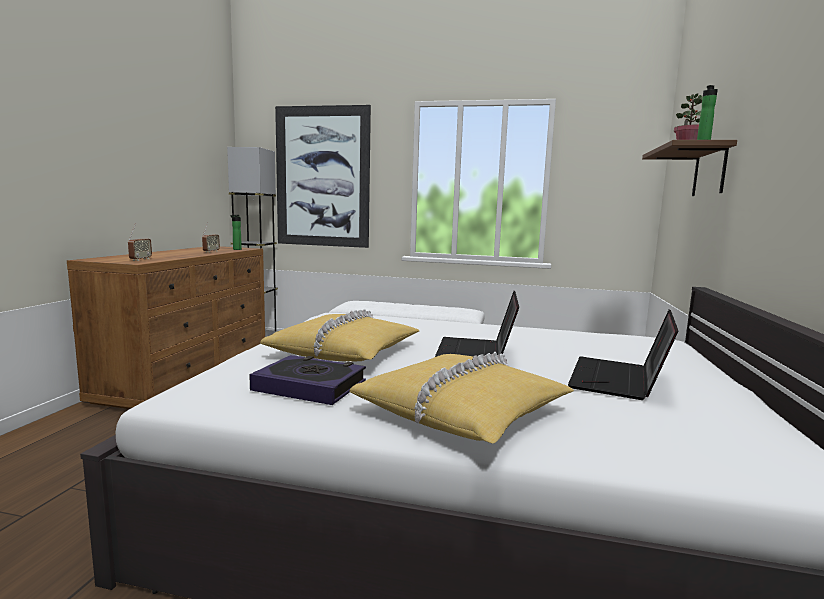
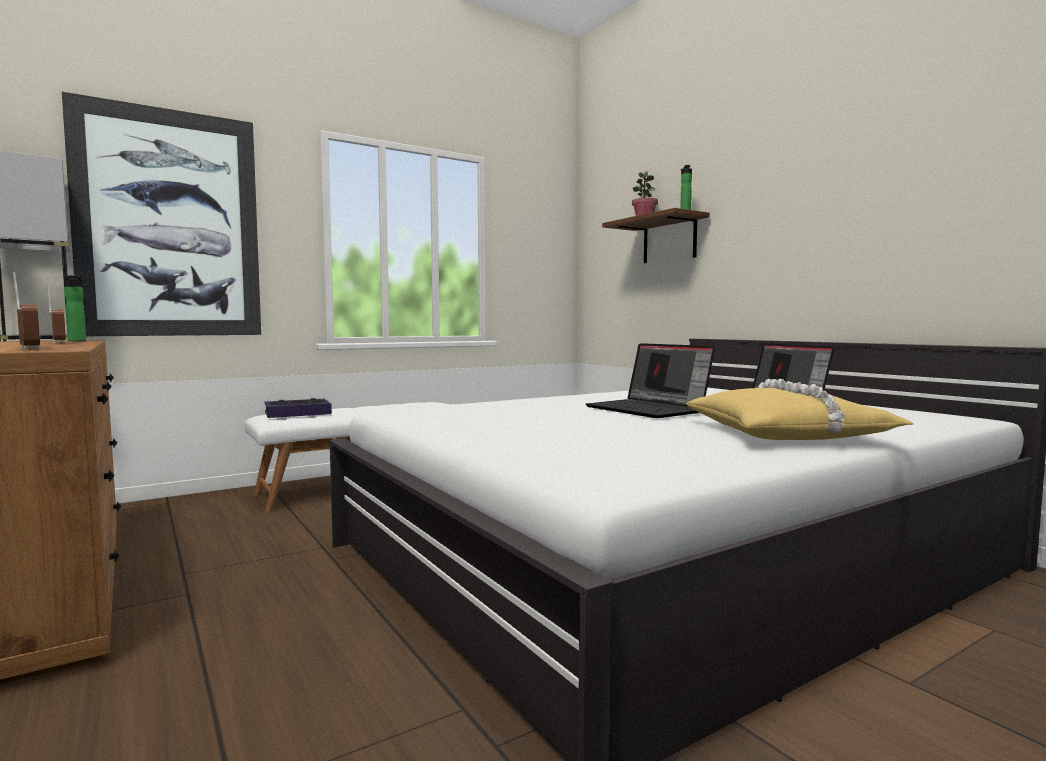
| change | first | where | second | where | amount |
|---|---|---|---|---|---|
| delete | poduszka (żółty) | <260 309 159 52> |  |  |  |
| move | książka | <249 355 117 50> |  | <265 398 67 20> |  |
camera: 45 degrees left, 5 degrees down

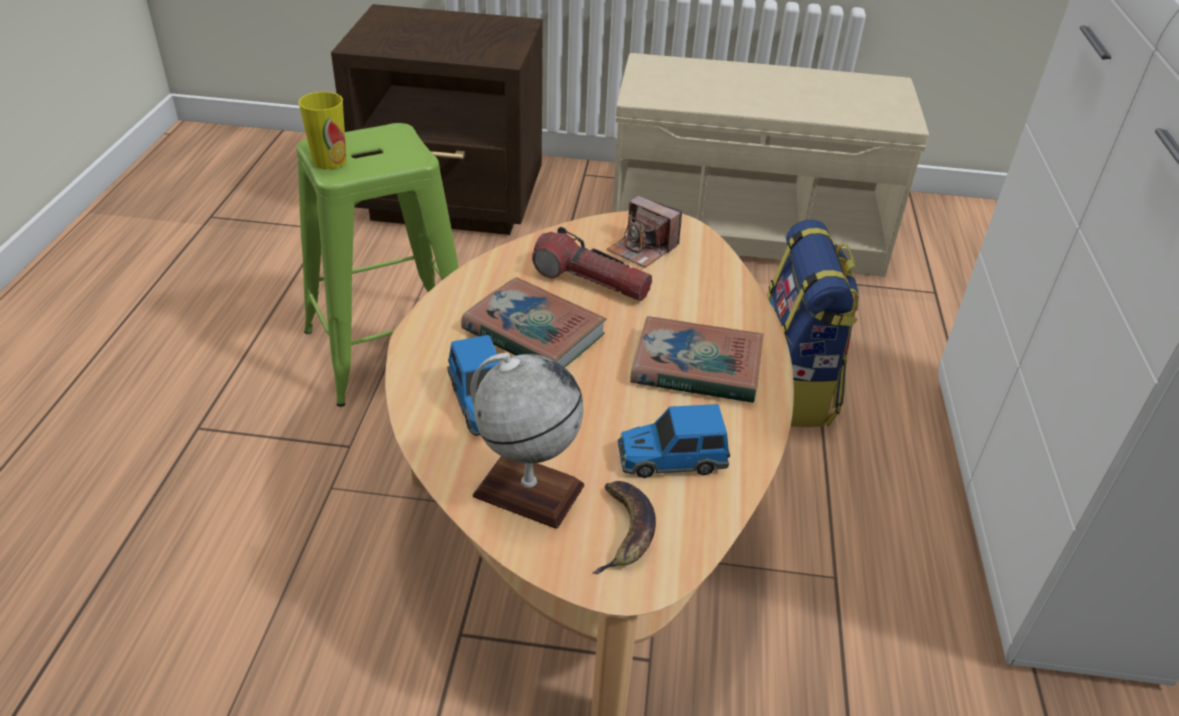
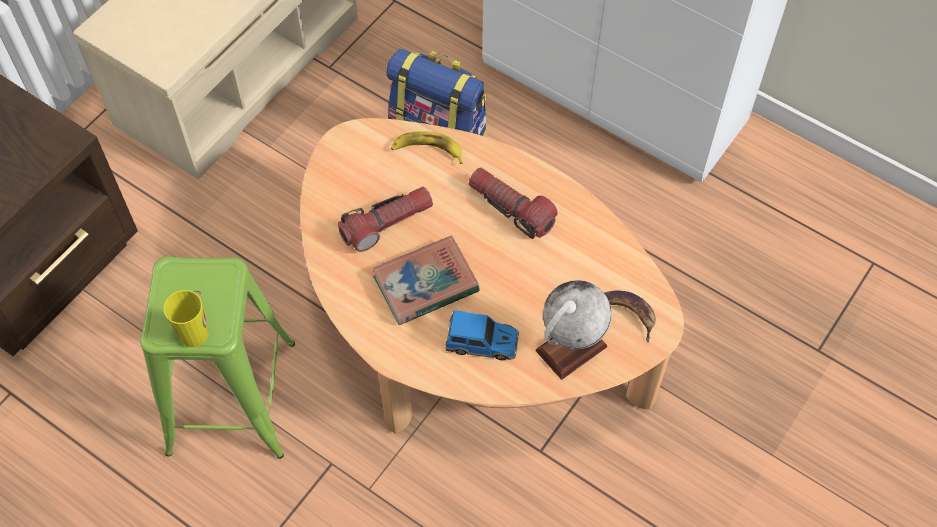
| change | first | where | second | where | amount |
|---|---|---|---|---|---|
| delete | aparat fotograficzny | <607 195 75 73> |  |  |  |
| replace | książka | <630 316 134 87> | latarka | <469 168 89 71> |  |
| delete | samochodzik | <618 404 112 74> |  |  |  |
| insert |  |  | banan | <391 131 72 33> |  |
camera: 60 degrees left, 20 degrees up

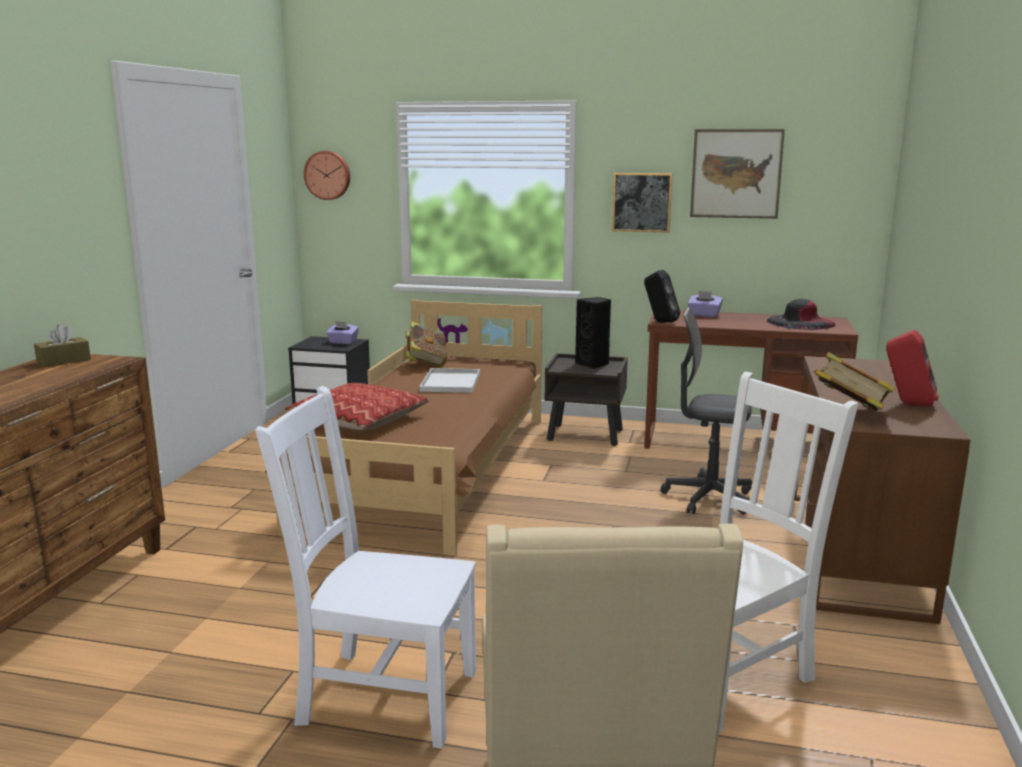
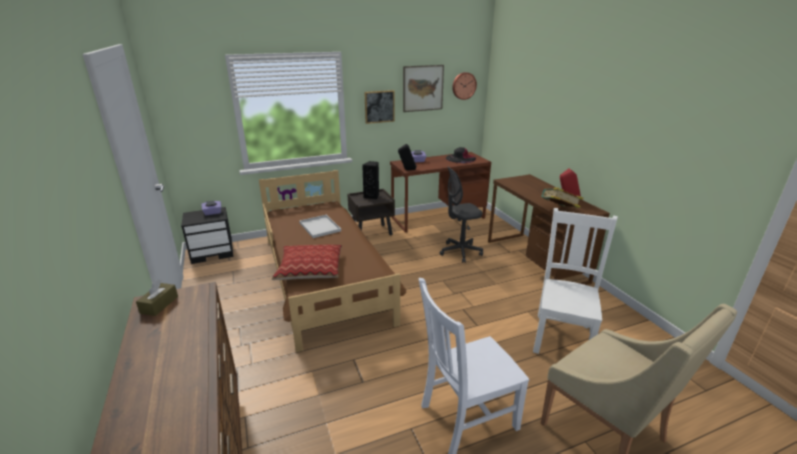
| change | first | where | second | where | amount |
|---|---|---|---|---|---|
| move | zegar ścienny | <304 151 46 49> |  | <452 72 25 28> |  |
| delete | książka | <406 321 41 46> |  |  |  |
camera: 35 degrees left, 10 degrees up

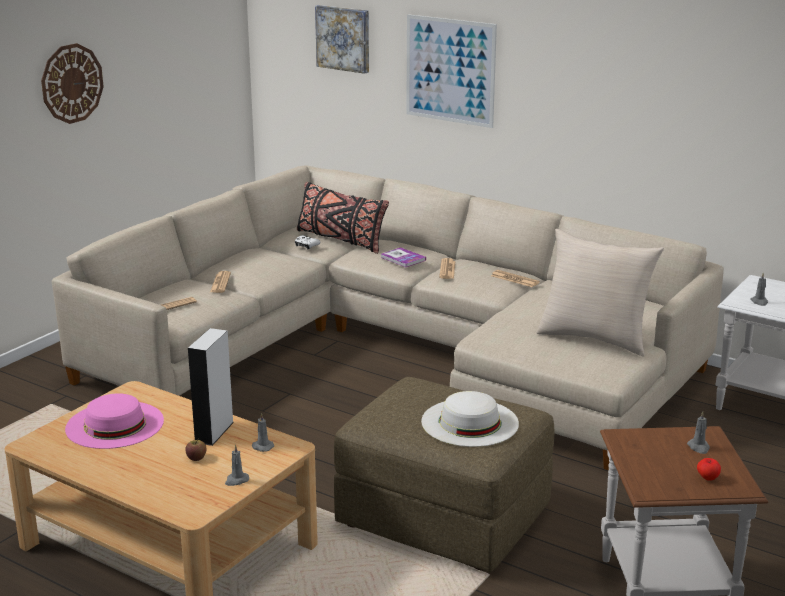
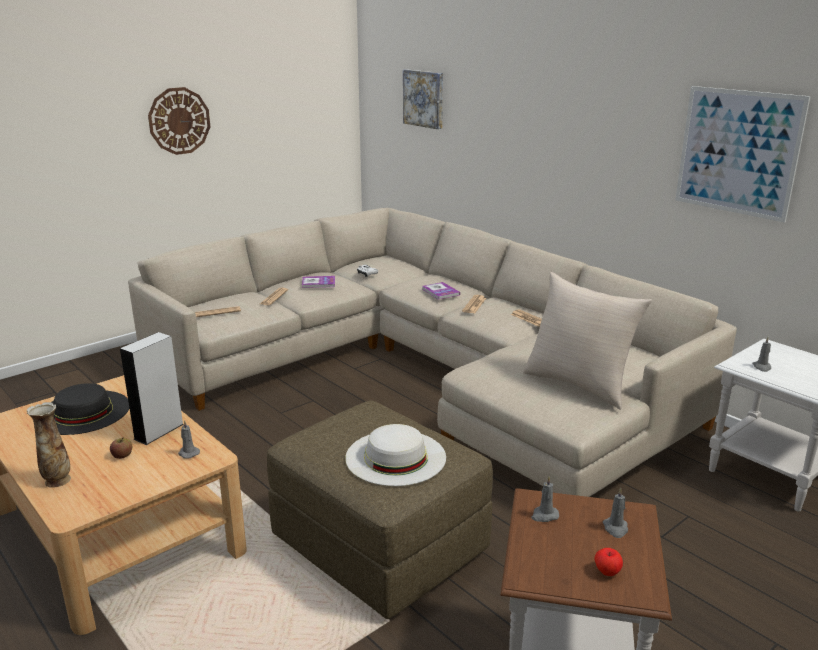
| change | first | where | second | where | amount |
|---|---|---|---|---|---|
| move | obraz | <406 14 91 114> |  | <675 86 136 137> |  |
| delete | poduszka (czarny) | <297 182 92 72> |  |  |  |
| recolor | kapelusz (różowy) | <65 393 99 56> | kapelusz (czarny) | <51 383 79 52> |  |
| move | świeca (szary) | <225 445 24 41> |  | <531 476 28 46> |  |
| insert |  |  | książka | <302 276 33 12> |  |
| insert |  |  | wazon | <27 402 44 86> |  |
camera: 15 degrees right, 0 degrees up

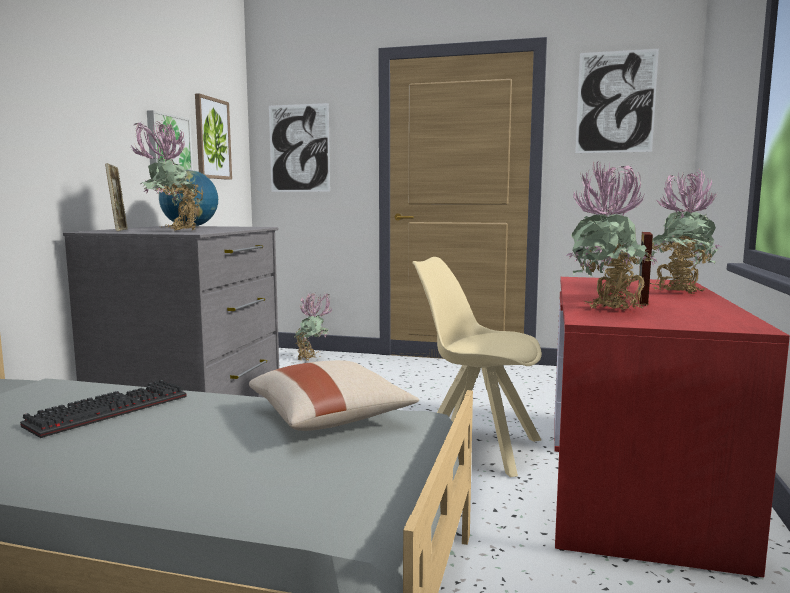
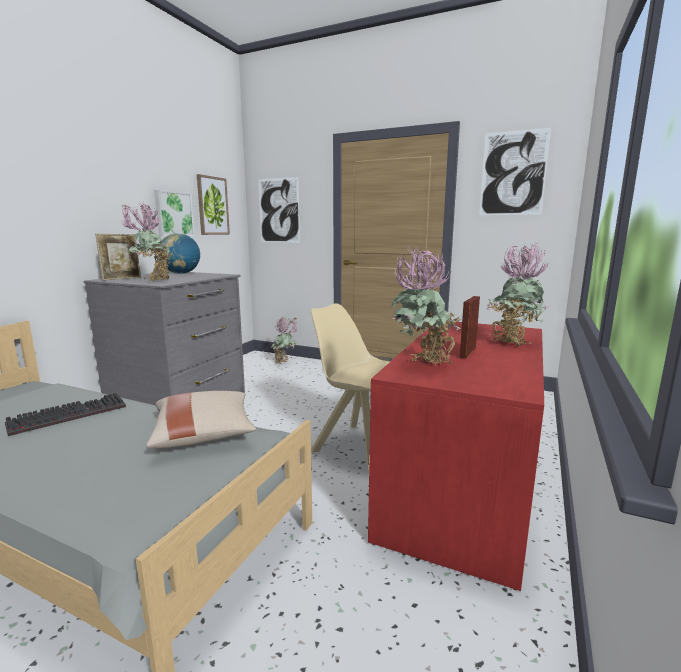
| change | first | where | second | where | amount |
|---|---|---|---|---|---|
| rotate | ramka na zdjęcie | <105 163 23 68> |  | <95 234 46 47> | 45 degrees clockwise |
camera: 10 degrees right, 5 degrees up

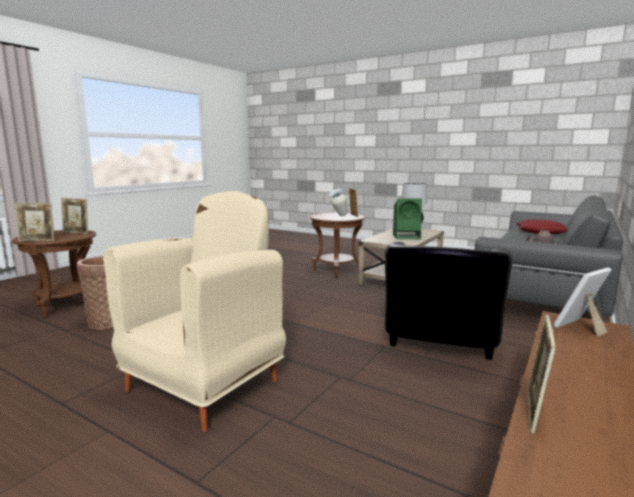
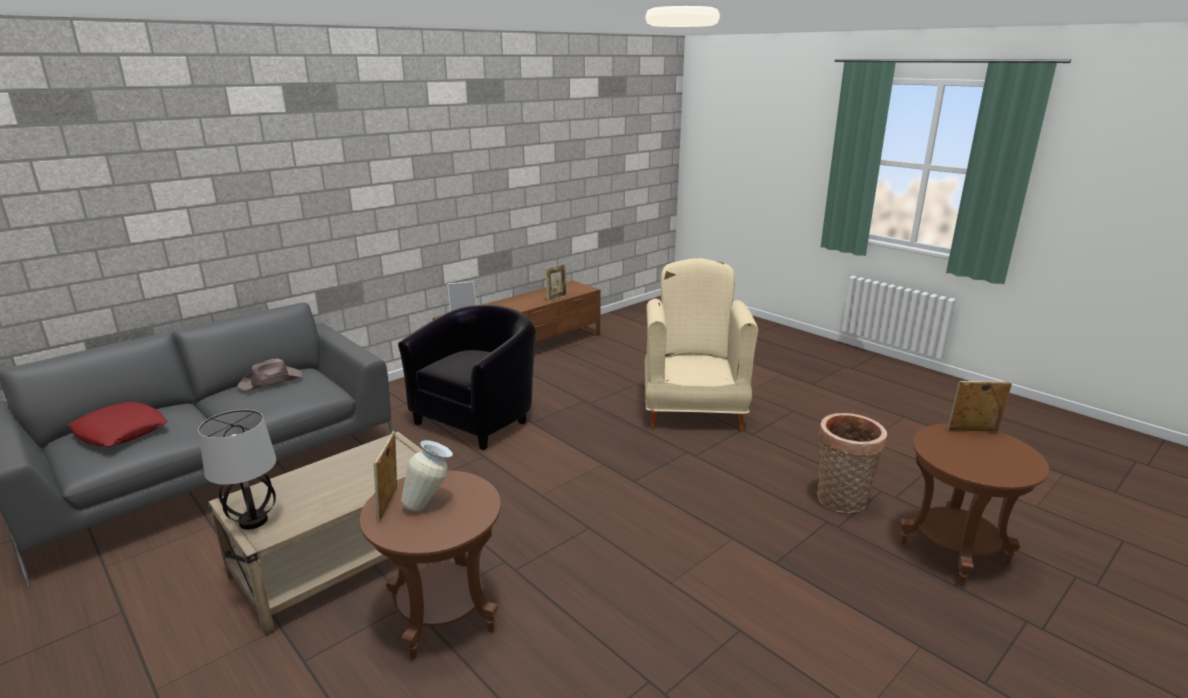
| change | first | where | second | where | amount |
|---|---|---|---|---|---|
| rotate | fotel (beżowy) | <103 191 183 241> |  | <645 258 113 173> | 135 degrees clockwise |
| delete | ramka na zdjęcie | <61 198 27 36> |  |  |  |
| delete | głośnik (zielony) | <393 198 29 41> |  |  |  |
camera: 165 degrees left, 10 degrees up

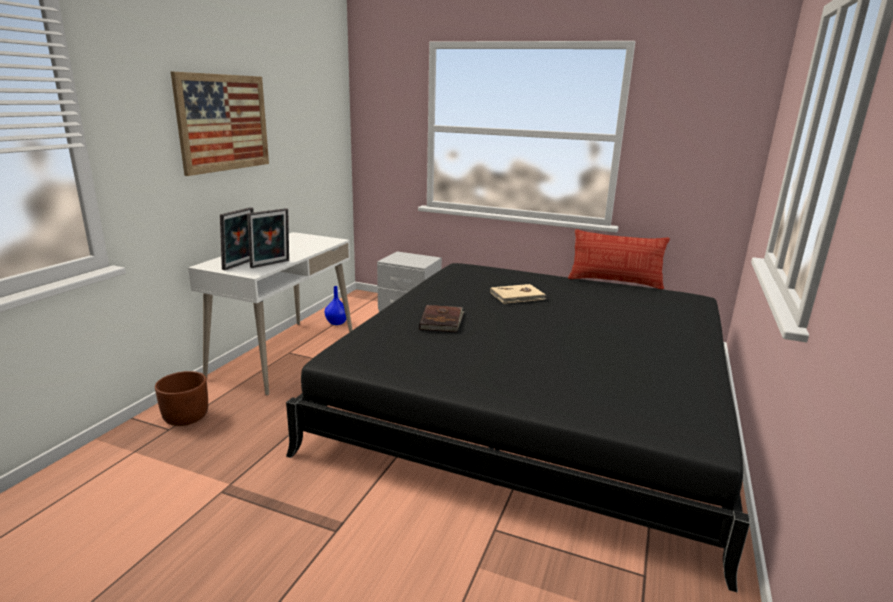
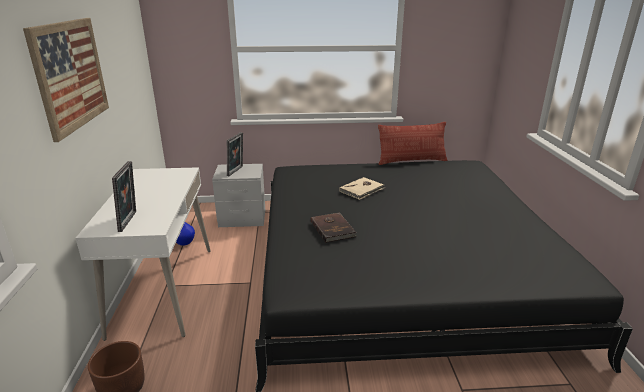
| change | first | where | second | where | amount |
|---|---|---|---|---|---|
| move | ramka na zdjęcie | <247 208 42 60> |  | <227 132 16 44> |  |
camera: 25 degrees left, 5 degrees up

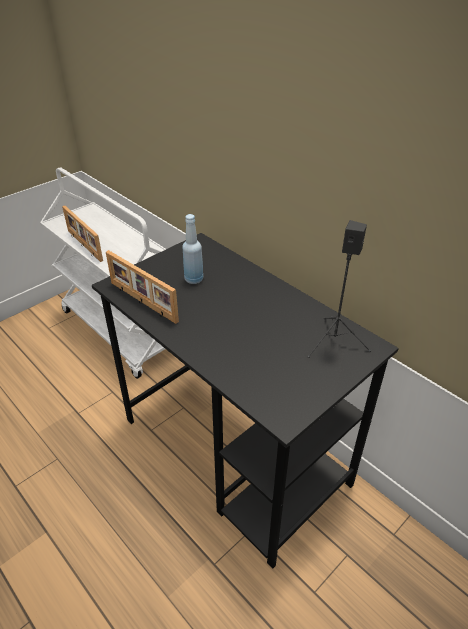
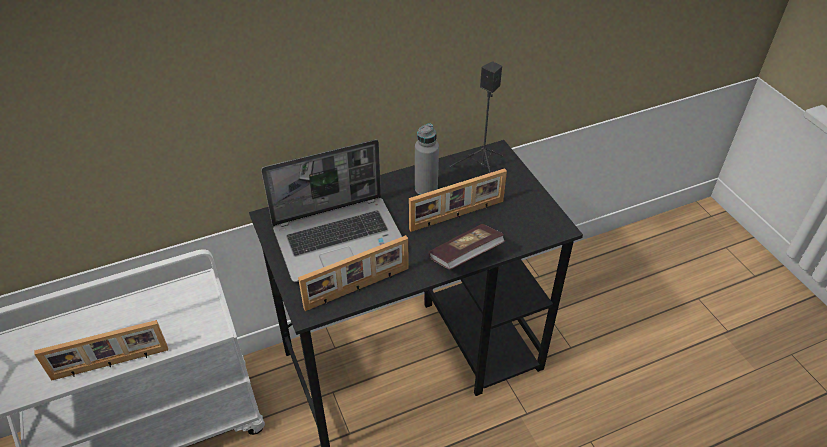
| change | first | where | second | where | amount |
|---|---|---|---|---|---|
| replace | butelka (niebieski) | <182 214 21 70> | laptop | <261 140 141 142> |  |
| insert |  |  | butelka (szary) | <415 123 24 72> |  |
| insert |  |  | ramka na zdjęcie | <409 168 98 64> |  |
| insert |  |  | książka | <428 224 78 46> |  |
camera: 70 degrees left, 5 degrees up

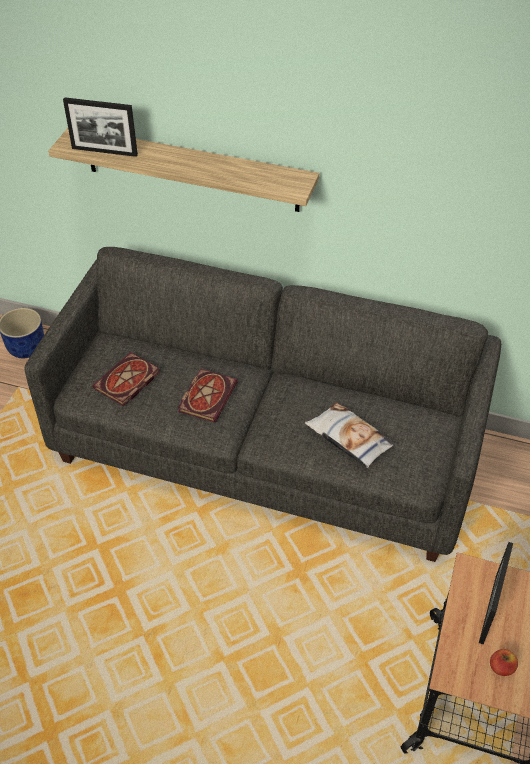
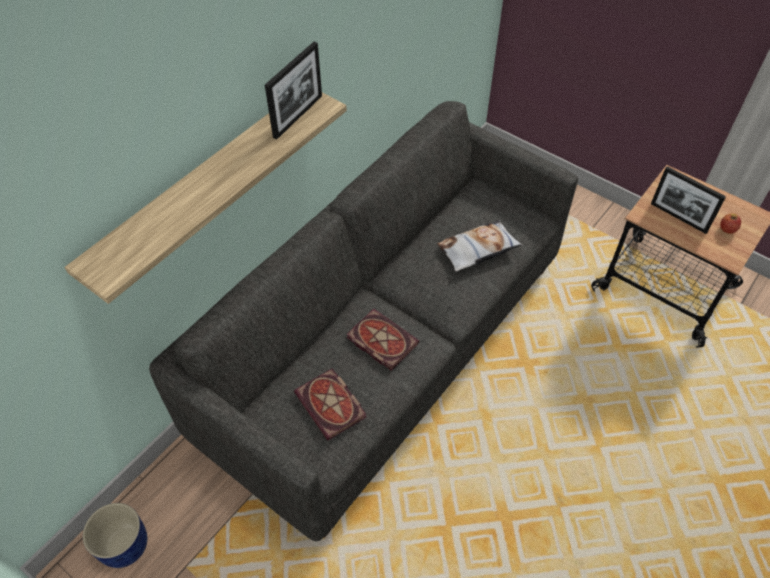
| change | first | where | second | where | amount |
|---|---|---|---|---|---|
| move | ramka na zdjęcie | <63 97 75 60> |  | <265 42 57 98> |  |
camera: 70 degrees left, 5 degrees up

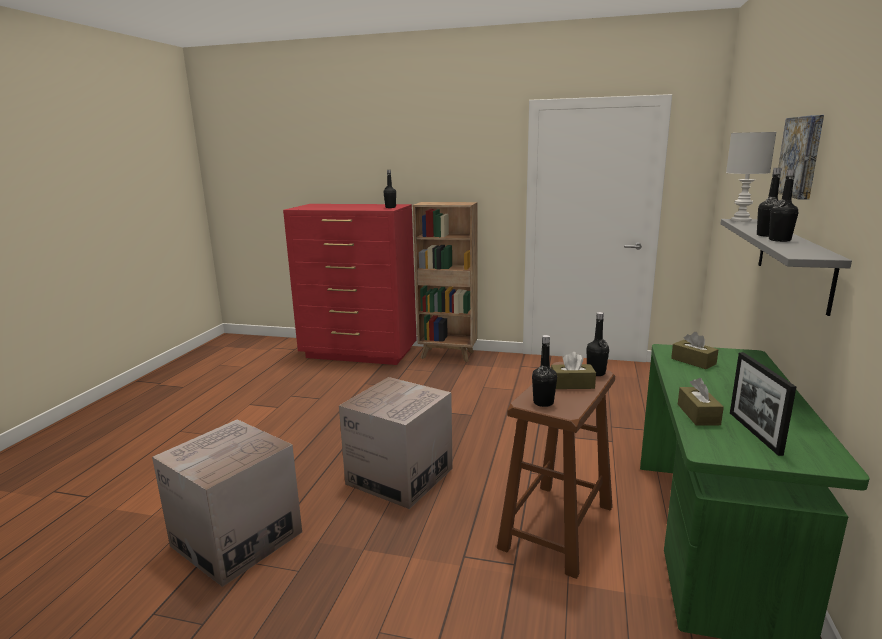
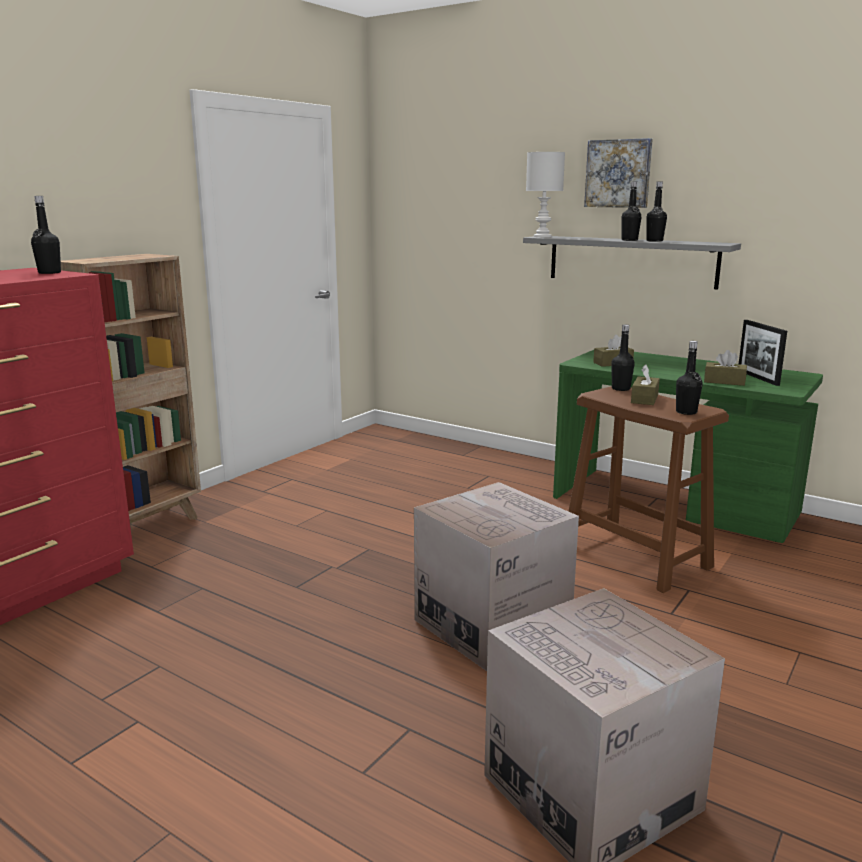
| change | first | where | second | where | amount |
|---|---|---|---|---|---|
| rotate | ramka na zdjęcie | <730 352 66 104> |  | <739 320 48 66> | 60 degrees clockwise |
camera: 70 degrees left, 0 degrees up

